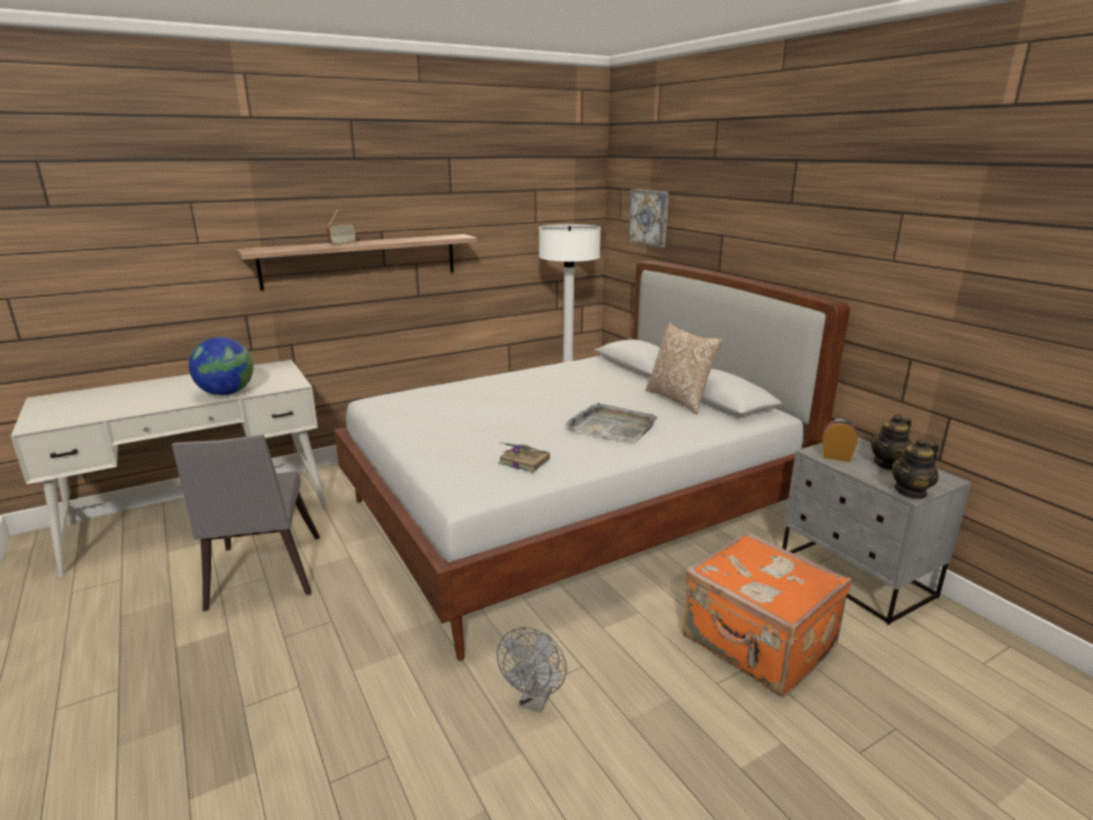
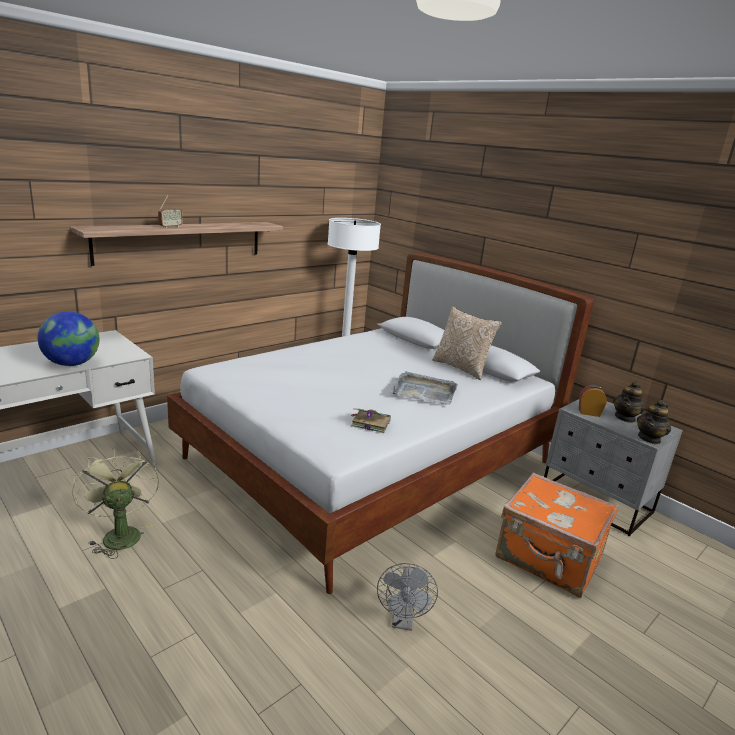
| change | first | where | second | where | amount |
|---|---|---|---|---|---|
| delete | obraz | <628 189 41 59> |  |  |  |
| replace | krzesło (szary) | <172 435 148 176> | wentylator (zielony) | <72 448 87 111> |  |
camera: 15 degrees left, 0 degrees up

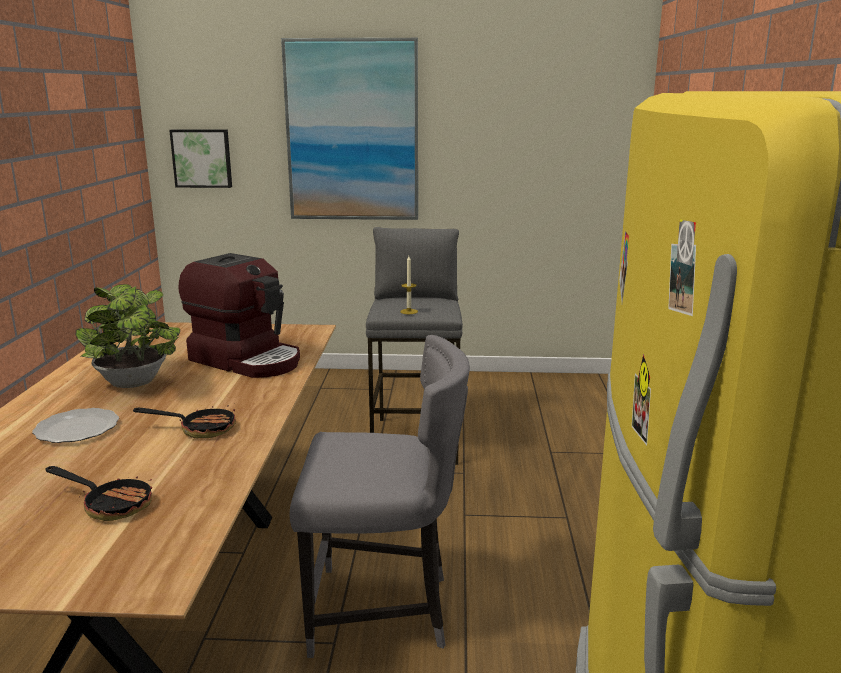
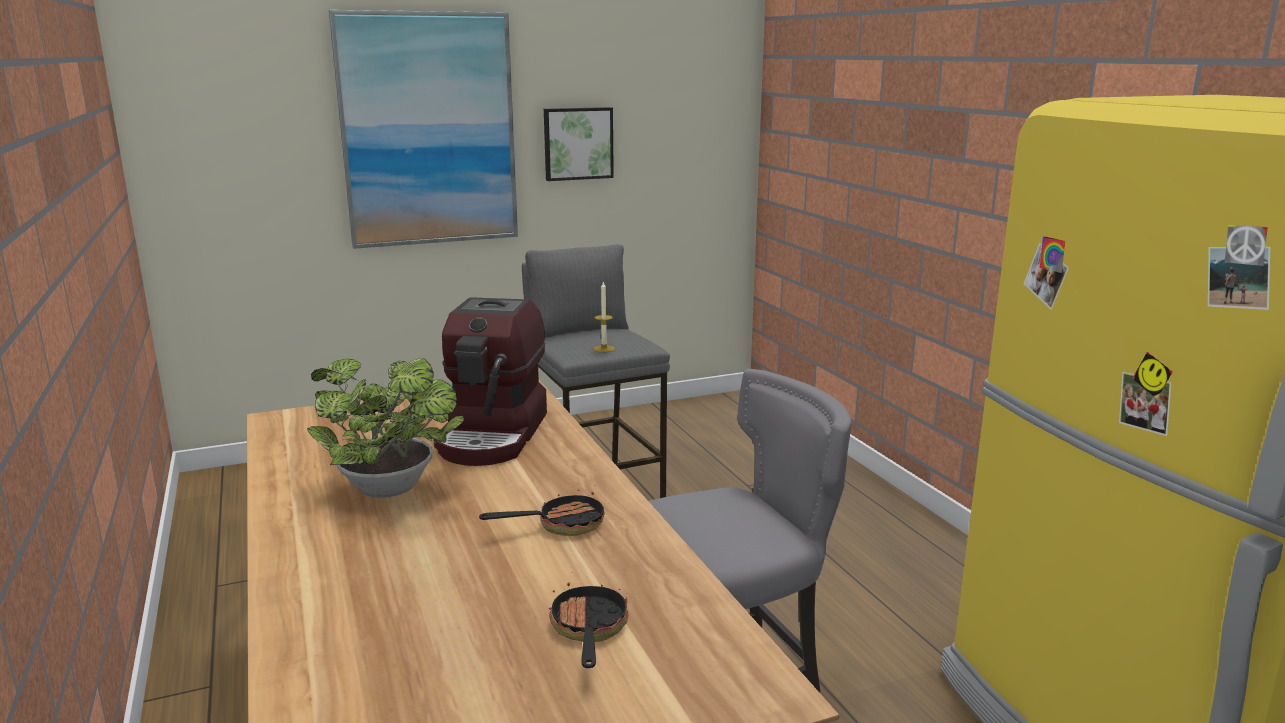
| change | first | where | second | where | amount |
|---|---|---|---|---|---|
| move | obraz | <169 129 63 59> |  | <544 107 70 74> |  |
| rotate | ekspres do kawy | <178 253 122 125> |  | <433 297 114 169> | 90 degrees clockwise |
| delete | talerz | <32 408 87 35> |  |  |  |
| rotate | patelnia | <46 466 106 55> |  | <549 572 80 96> | 90 degrees counterclockwise |
camera: 25 degrees left, 0 degrees up

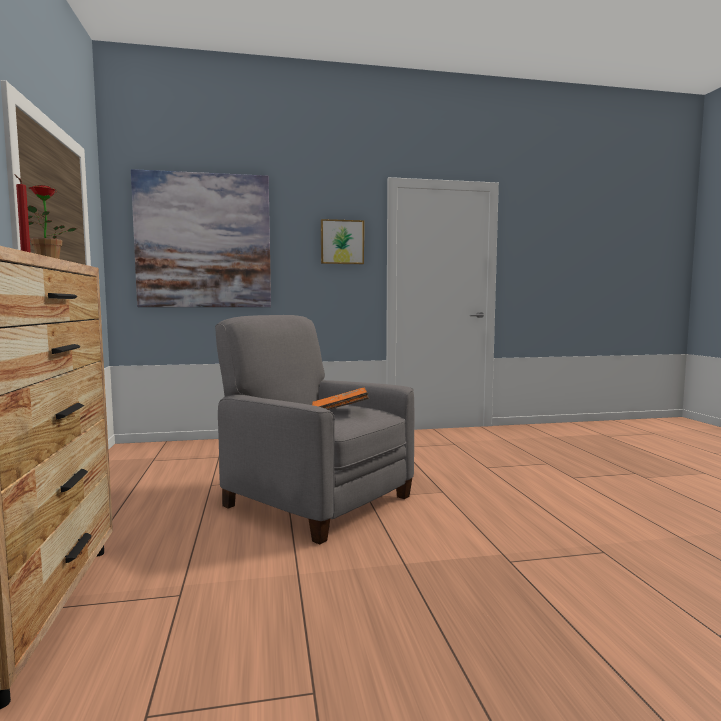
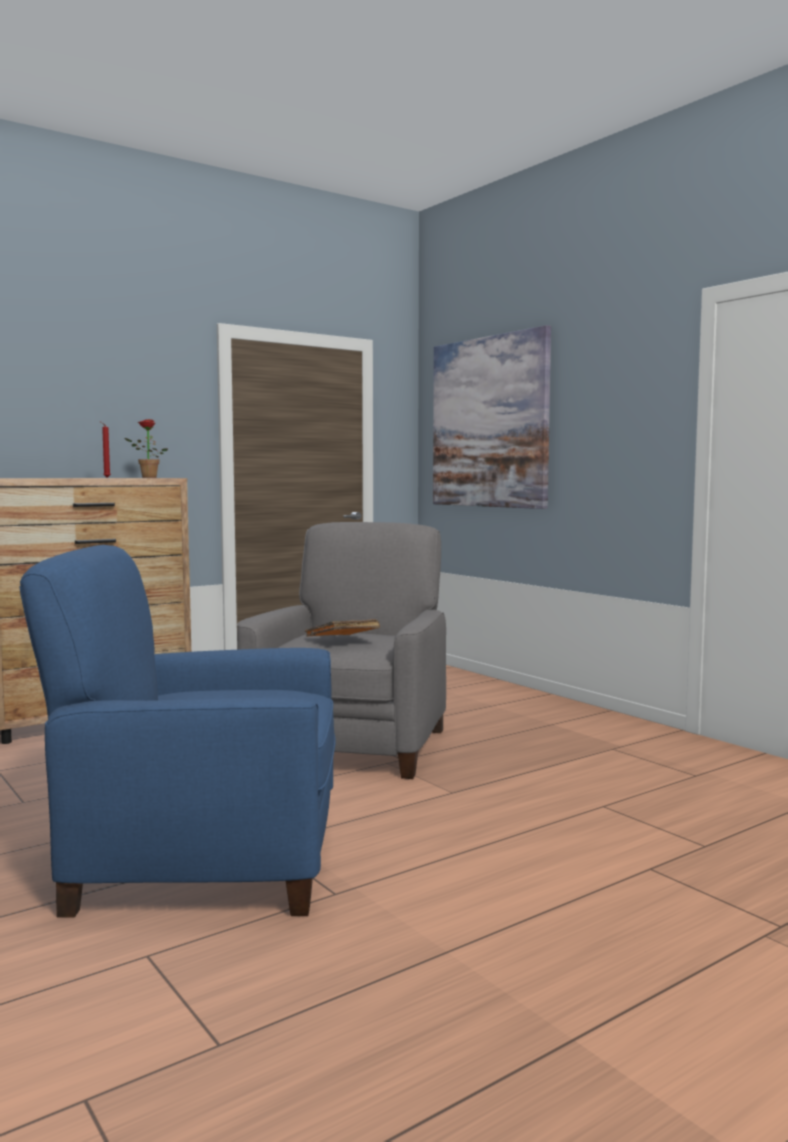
| change | first | where | second | where | amount |
|---|---|---|---|---|---|
| delete | obraz | <321 219 43 45> |  |  |  |
| insert |  |  | fotel (niebieski) | <20 545 316 373> |  |
camera: 65 degrees right, 0 degrees up

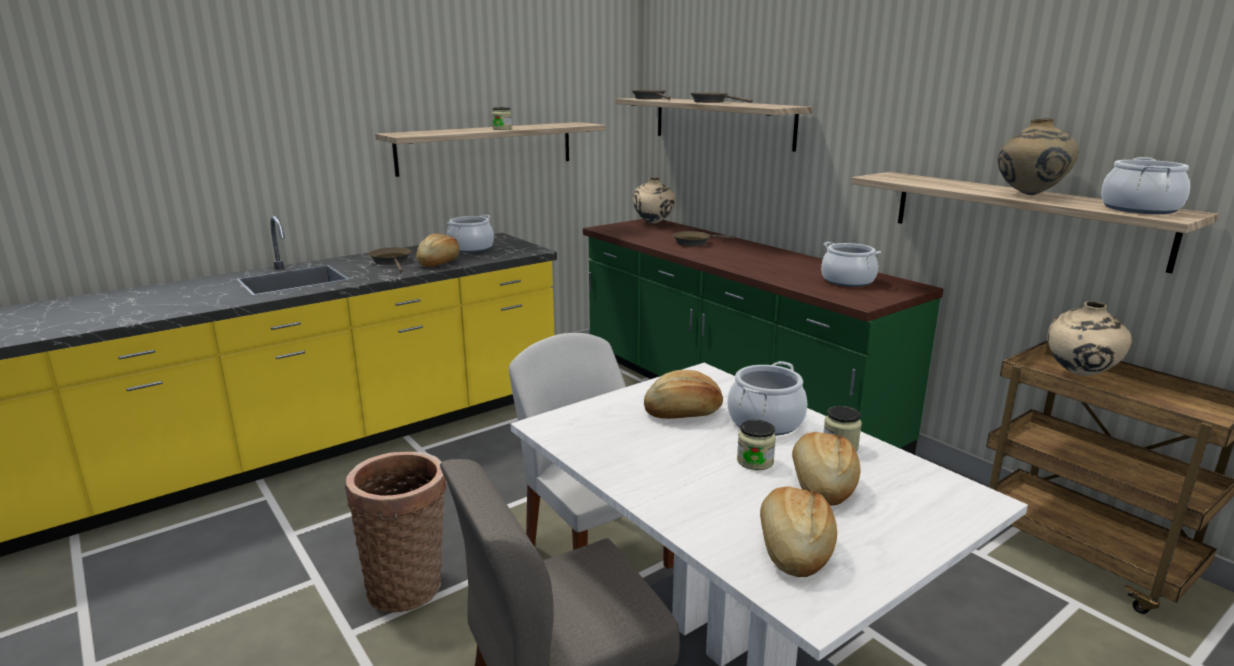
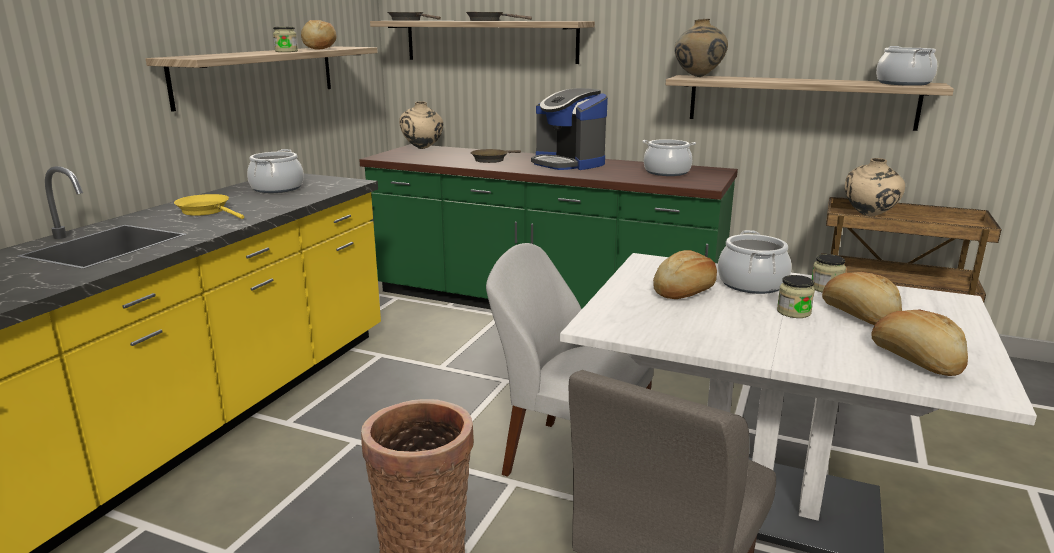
| change | first | where | second | where | amount |
|---|---|---|---|---|---|
| move | wazon (beżowy) | <998 118 81 77> |  | <674 19 54 58> |  |
| move | chleb | <416 234 43 33> |  | <301 20 35 30> |  |
| recolor | patelnia (brązowy) | <368 247 44 25> | patelnia (żółty) | <174 194 70 25> |  |
| insert |  |  | ekspres do kawy | <531 88 77 82> |  |
camera: 30 degrees left, 0 degrees up

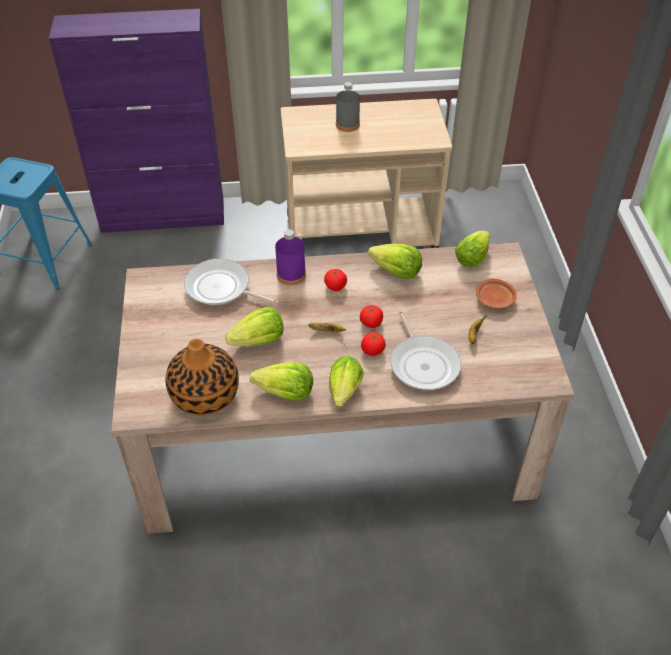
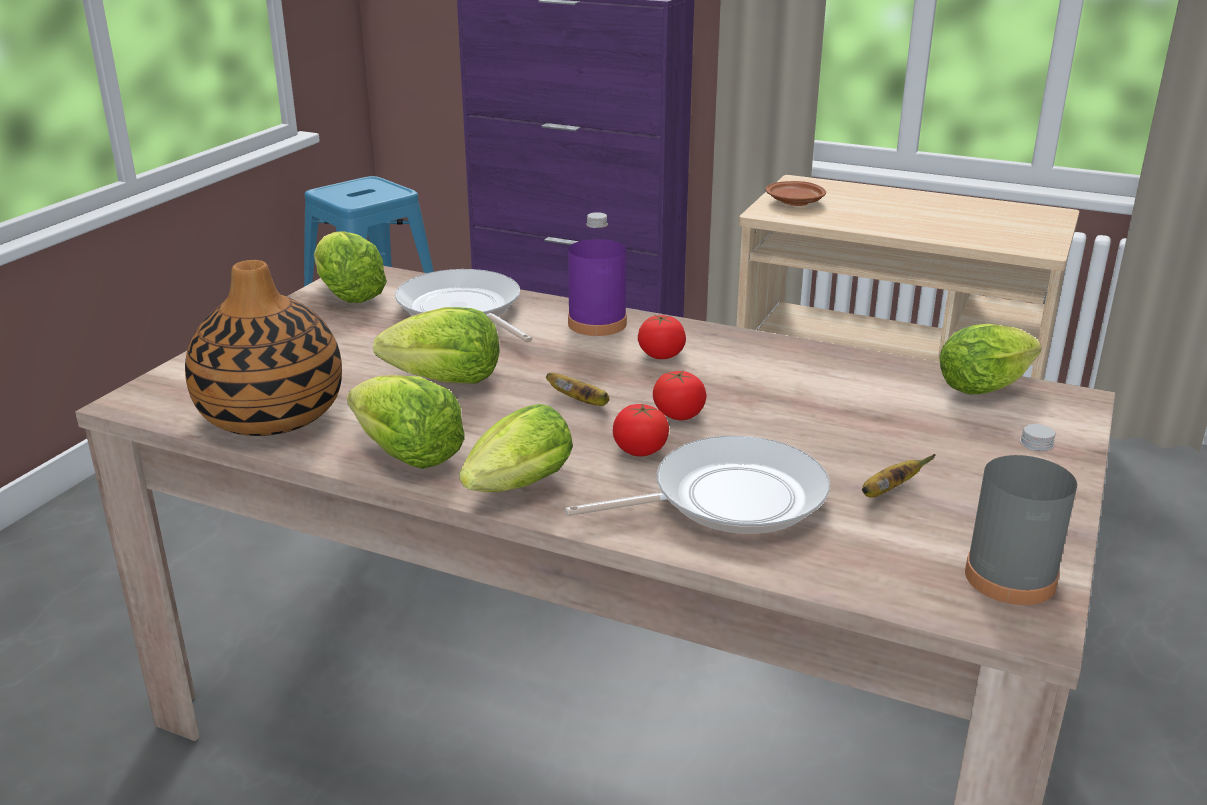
| change | first | where | second | where | amount |
|---|---|---|---|---|---|
| move | butelka (szary) | <336 82 24 50> |  | <965 424 112 181> |  |
| move | sałata | <368 244 54 35> |  | <314 231 73 72> |  |
| move | talerz (brązowy) | <476 279 41 29> |  | <766 181 60 25> |  |
| rotate | patelnia | <390 311 71 79> |  | <565 436 265 98> | 120 degrees counterclockwise |
camera: 30 degrees right, 20 degrees down

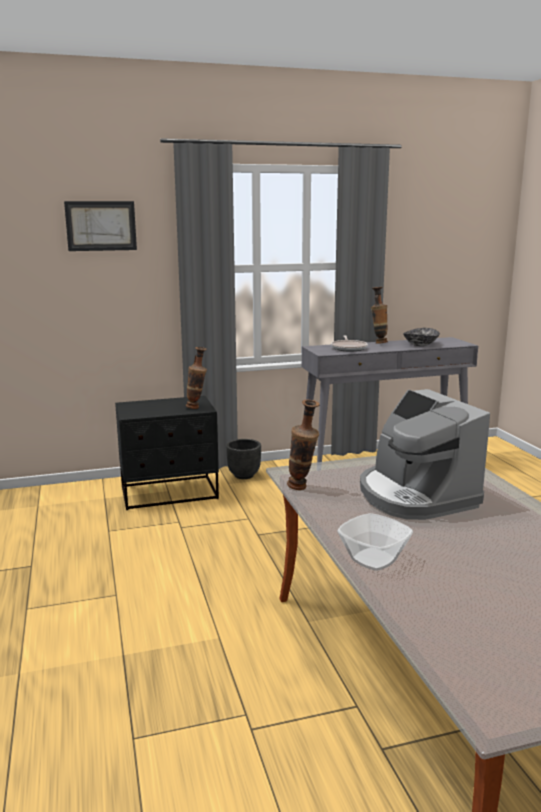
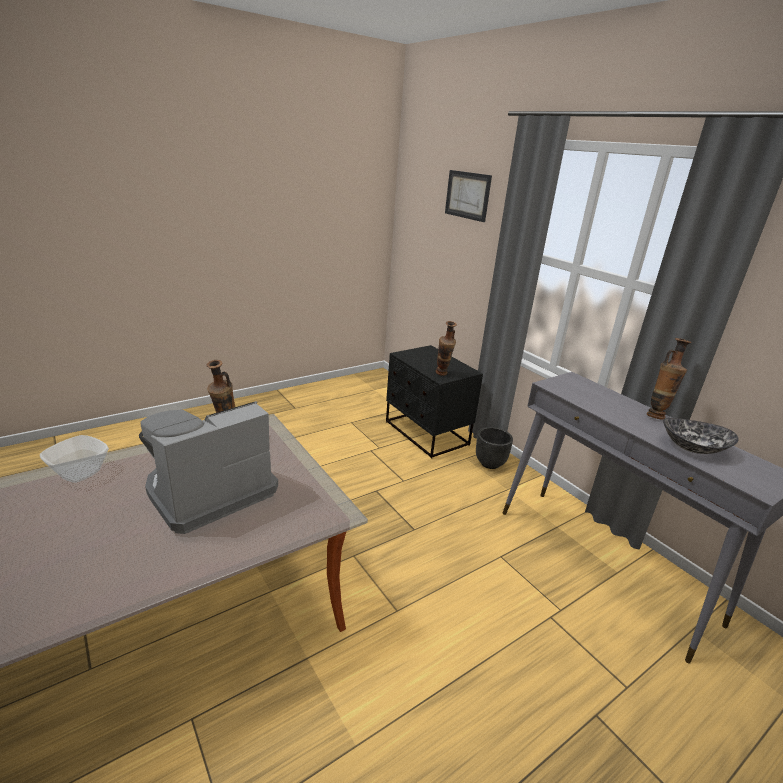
| change | first | where | second | where | amount |
|---|---|---|---|---|---|
| delete | patelnia | <331 335 37 17> |  |  |  |
camera: 70 degrees right, 10 degrees up

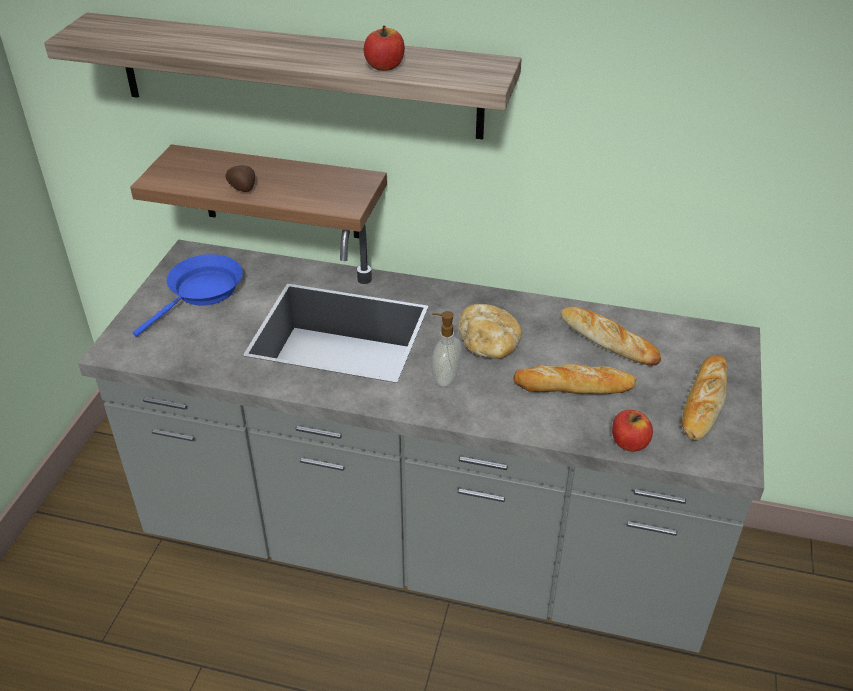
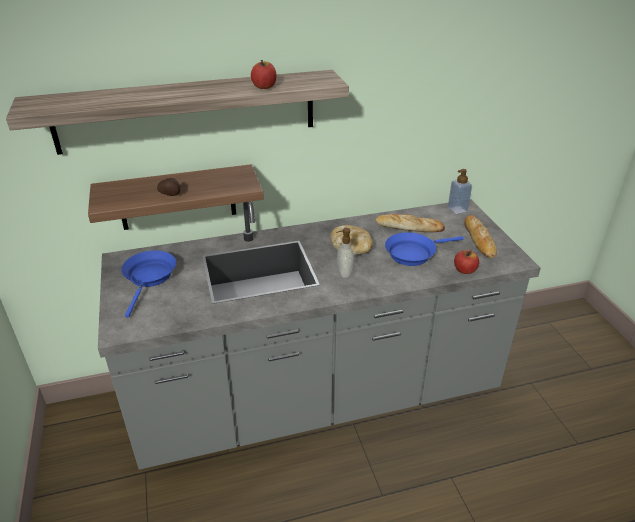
| change | first | where | second | where | amount |
|---|---|---|---|---|---|
| replace | chleb | <513 364 124 30> | patelnia (niebieski) | <385 232 79 34> |  |
| insert |  |  | dozownik mydła | <448 169 24 45> |  |
camera: 30 degrees left, 5 degrees down

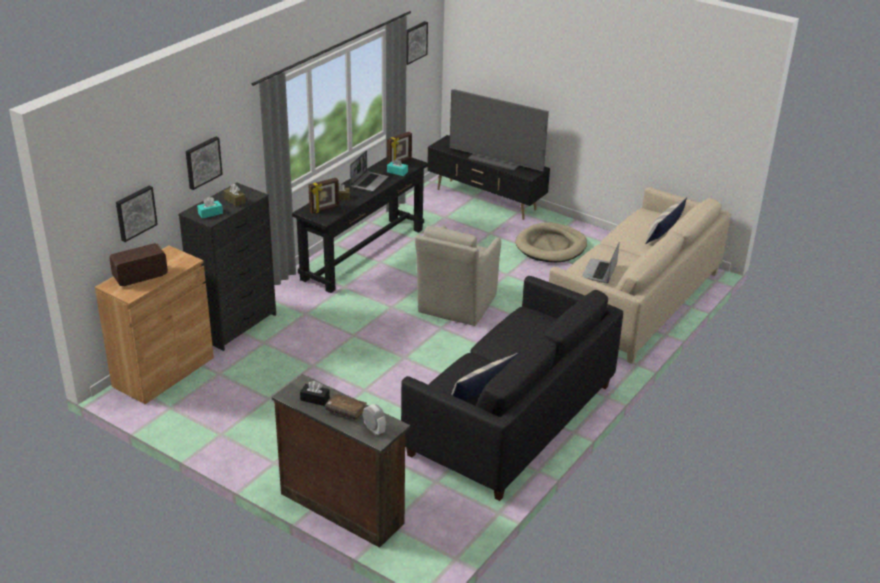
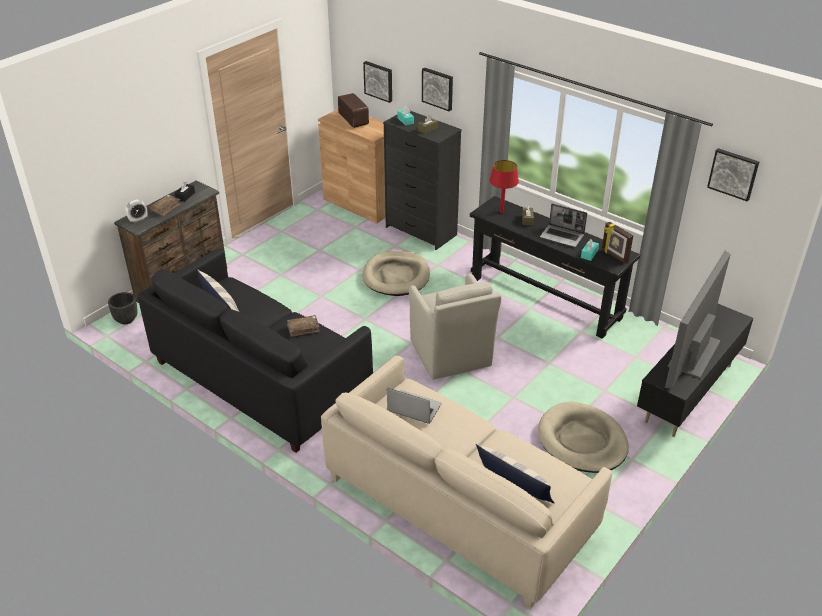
| change | first | where | second | where | amount |
|---|---|---|---|---|---|
| replace | ramka na zdjęcie | <308 178 31 35> | lampa stołowa (czerwony) | <489 160 30 53> |  |
| rotate | fotel (beżowy) | <415 226 86 100> |  | <409 274 93 106> | 135 degrees counterclockwise |
| insert |  |  | legowisko (beżowy) | <363 251 67 45> |  |
| insert |  |  | donica (czarny) | <108 292 30 32> |  |
| insert |  |  | książka (brązowy) | <287 315 33 22> |  |
camera: 95 degrees right, 5 degrees up

